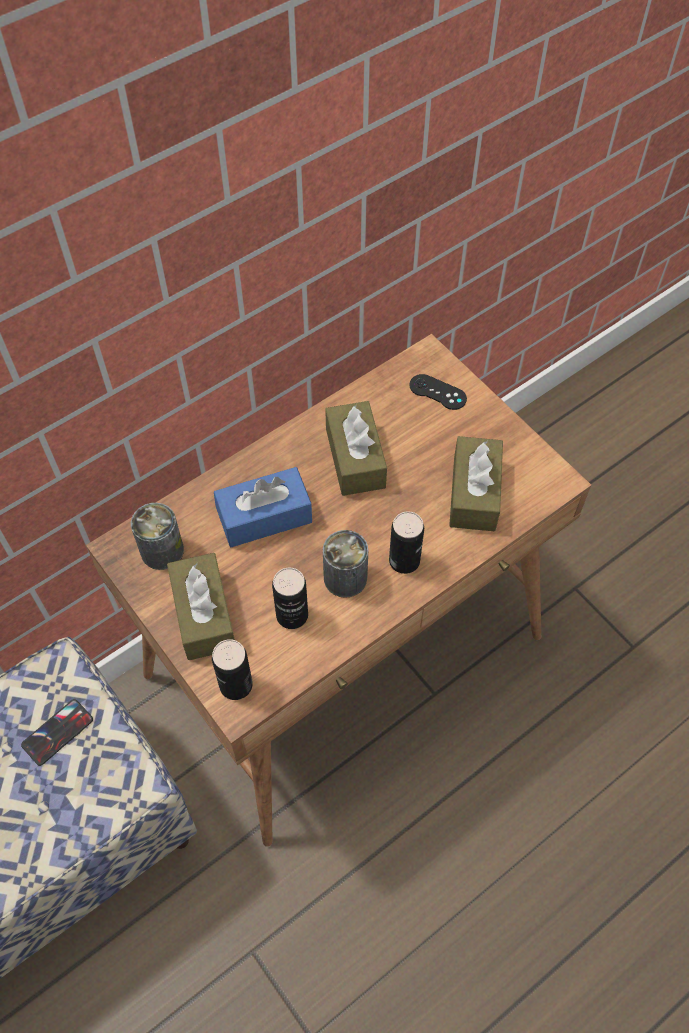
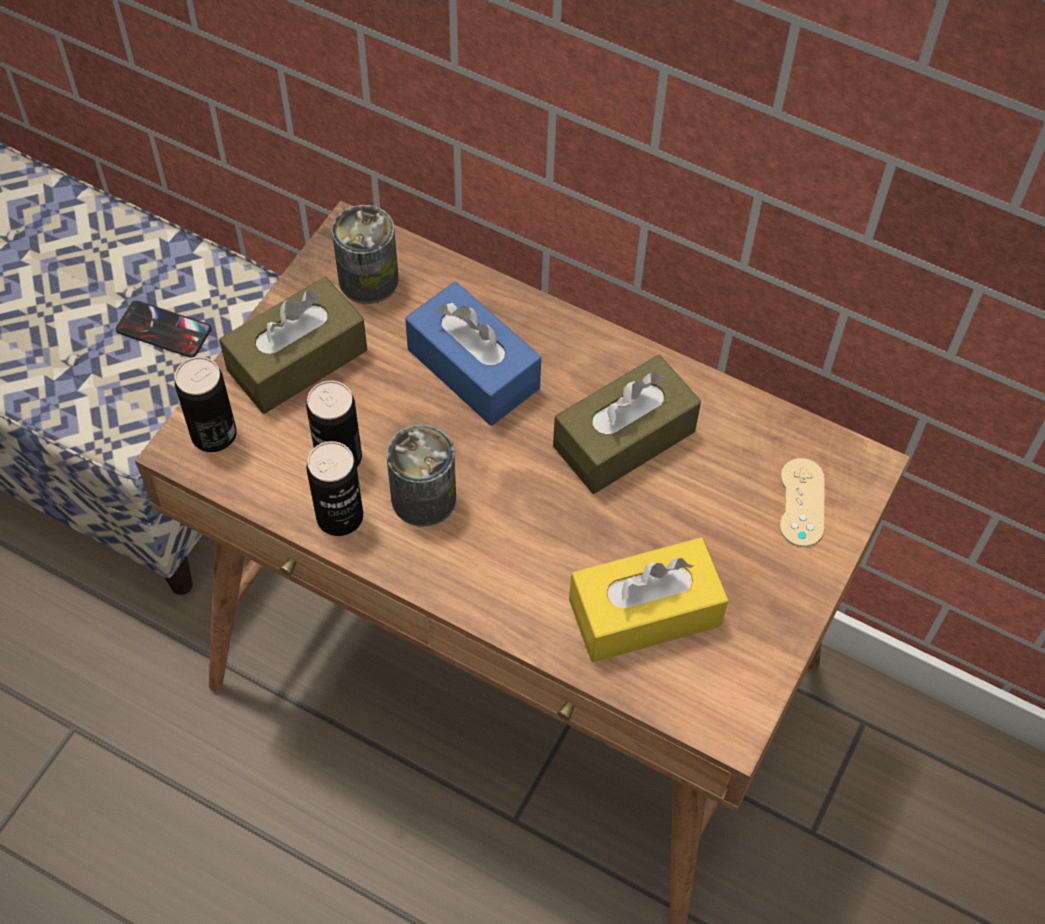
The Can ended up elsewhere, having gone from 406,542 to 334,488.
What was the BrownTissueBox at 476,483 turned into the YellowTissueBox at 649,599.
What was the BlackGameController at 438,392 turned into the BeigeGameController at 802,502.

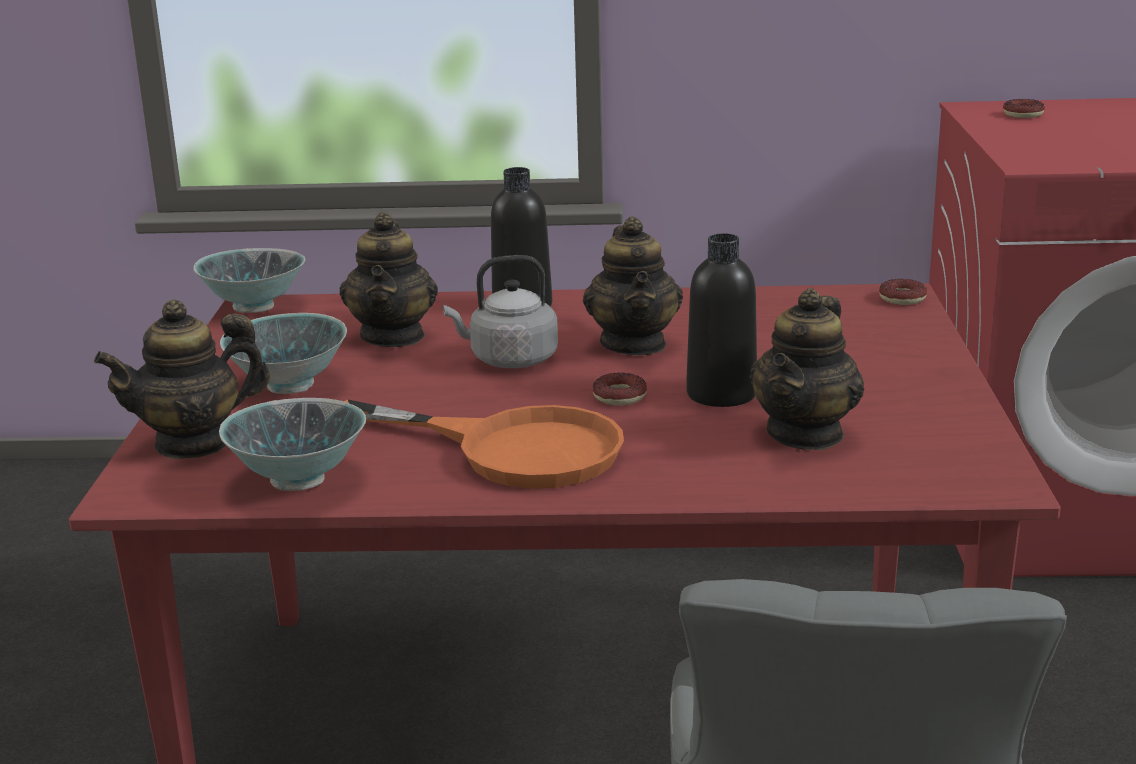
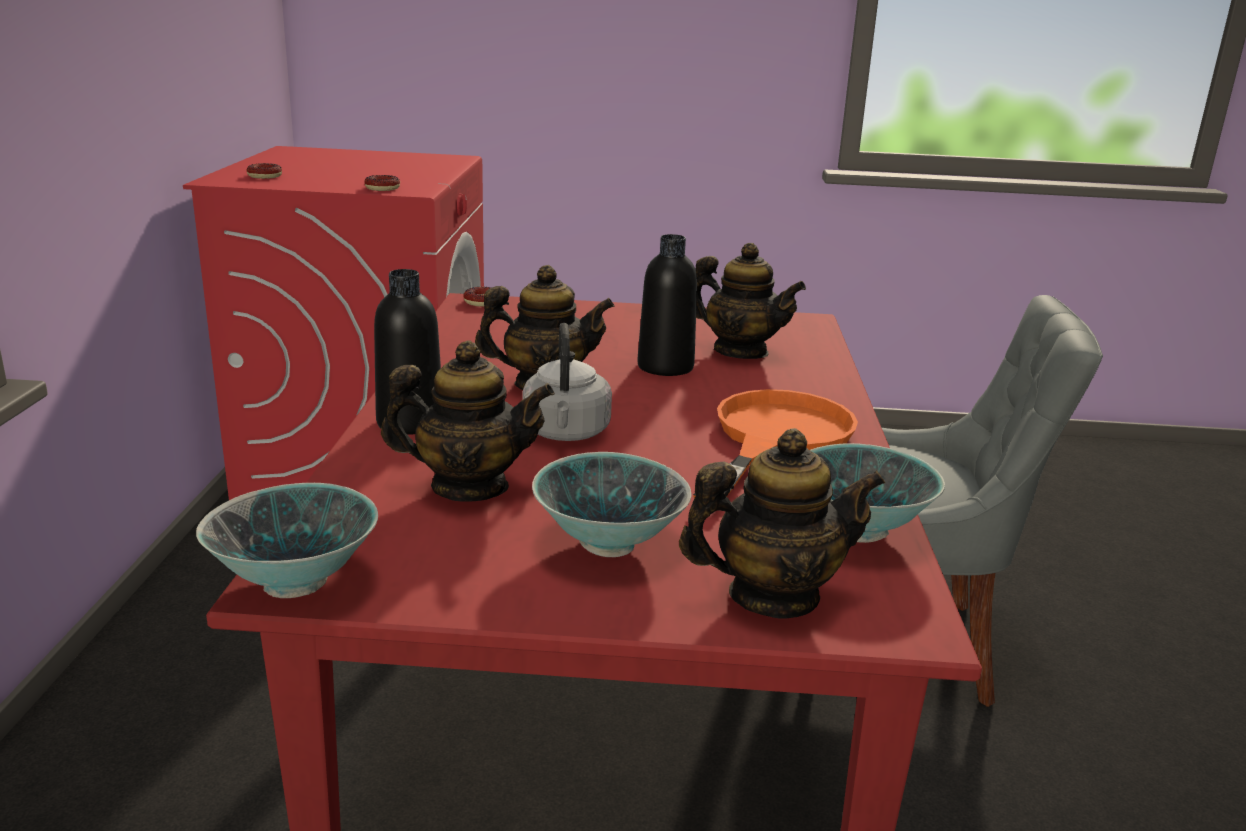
The Donut ended up elsewhere, having gone from 619,389 to 382,183.
The Teapot at 182,379 ended up facing another way, 75 degrees counterclockwise from before.

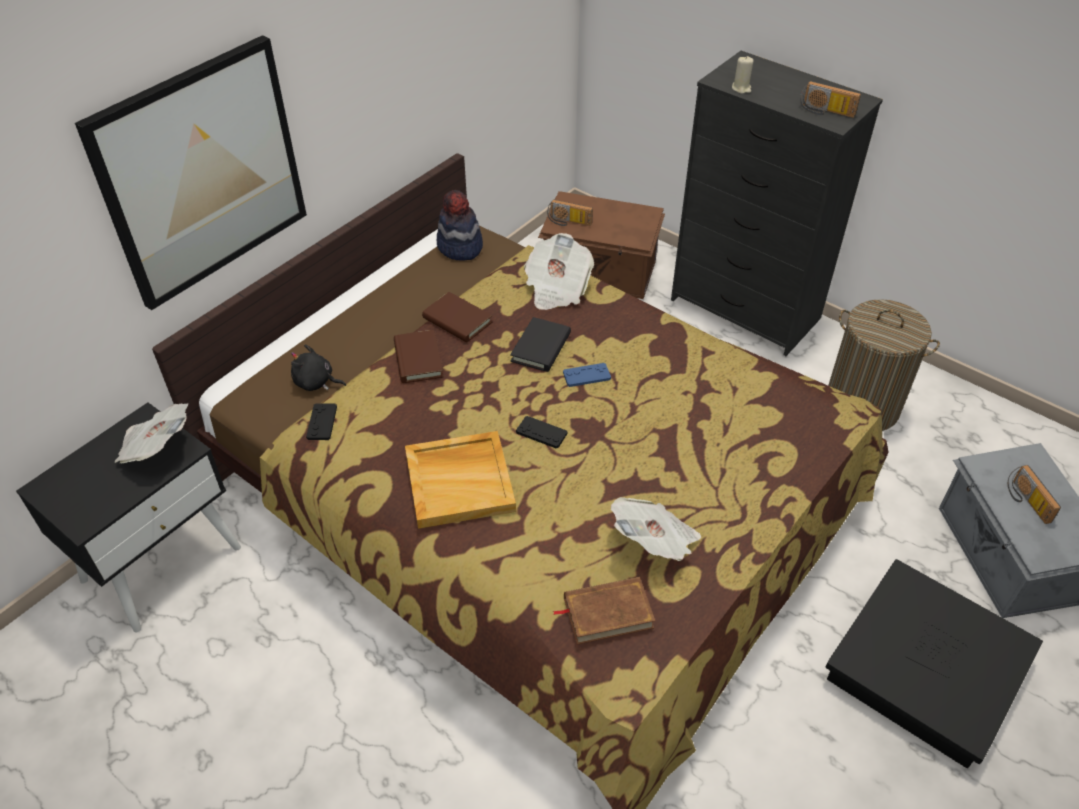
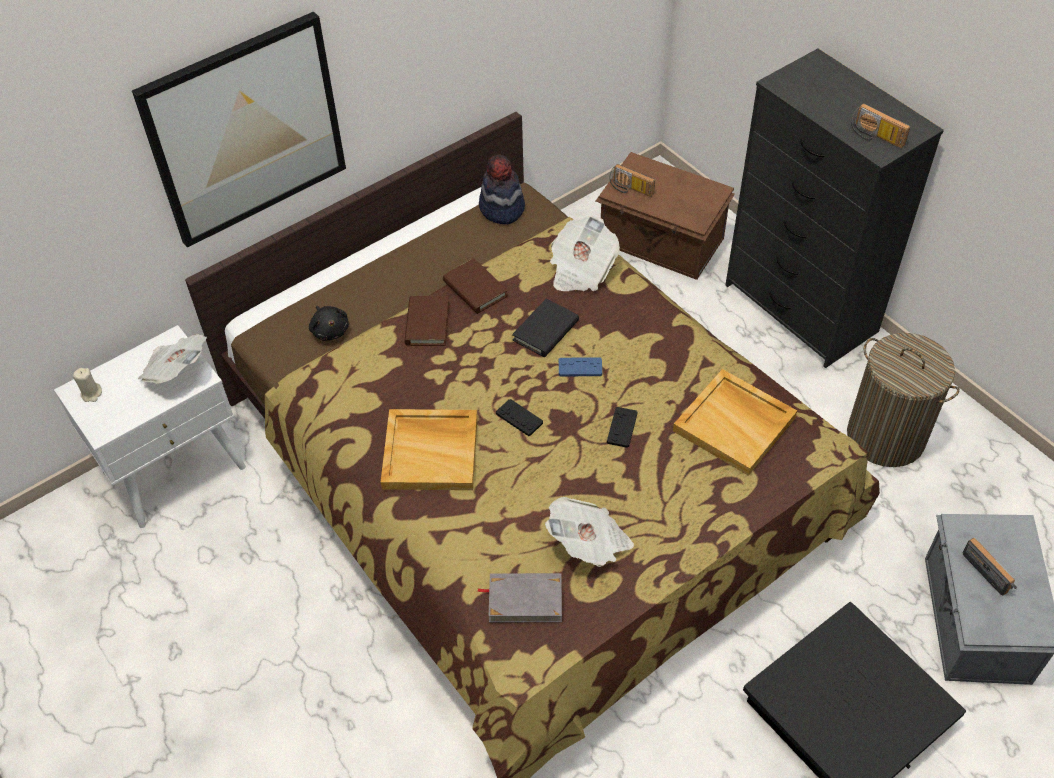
What was the BlackNightstand at 128,517 turned into the WhiteNightstand at 150,426.
The BeigeCandle ended up elsewhere, having gone from 743,75 to 87,385.
The BlackPlushToy at 318,367 ended up facing another way, 150 degrees counterclockwise from before.
What was the BrownBook at 604,611 turned into the GreyBook at 519,597.
The BlackGameController ended up elsewhere, having gone from 321,421 to 622,427.
The second view gained the BeigeTray at 735,422.
The Radio at 1034,494 ended up facing another way, 150 degrees clockwise from before.

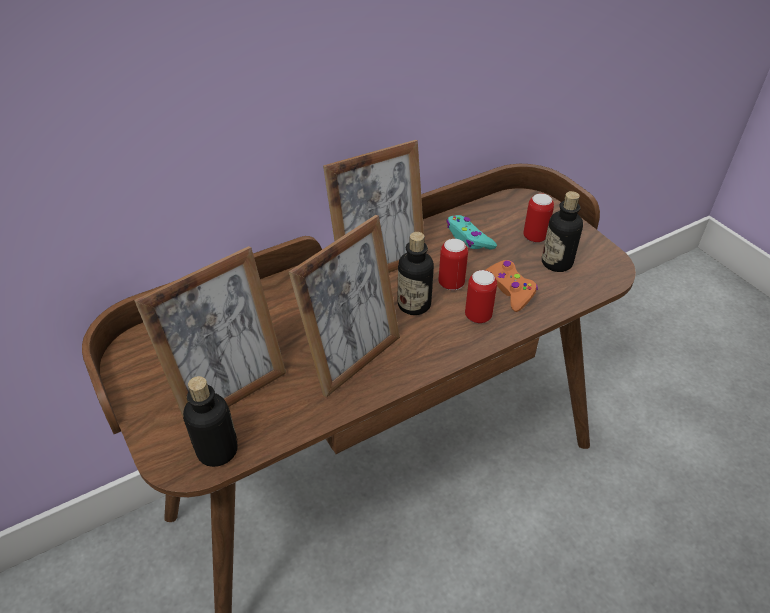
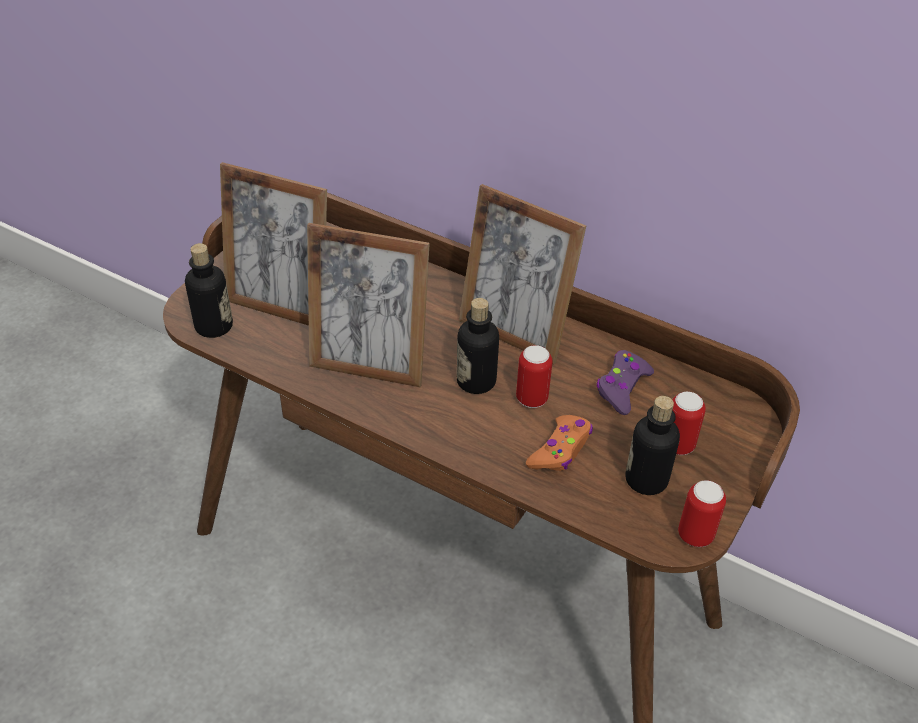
What was the TurquoiseGameController at 471,232 turned into the PurpleGameController at 625,382.
The Can ended up elsewhere, having gone from 481,296 to 702,513.

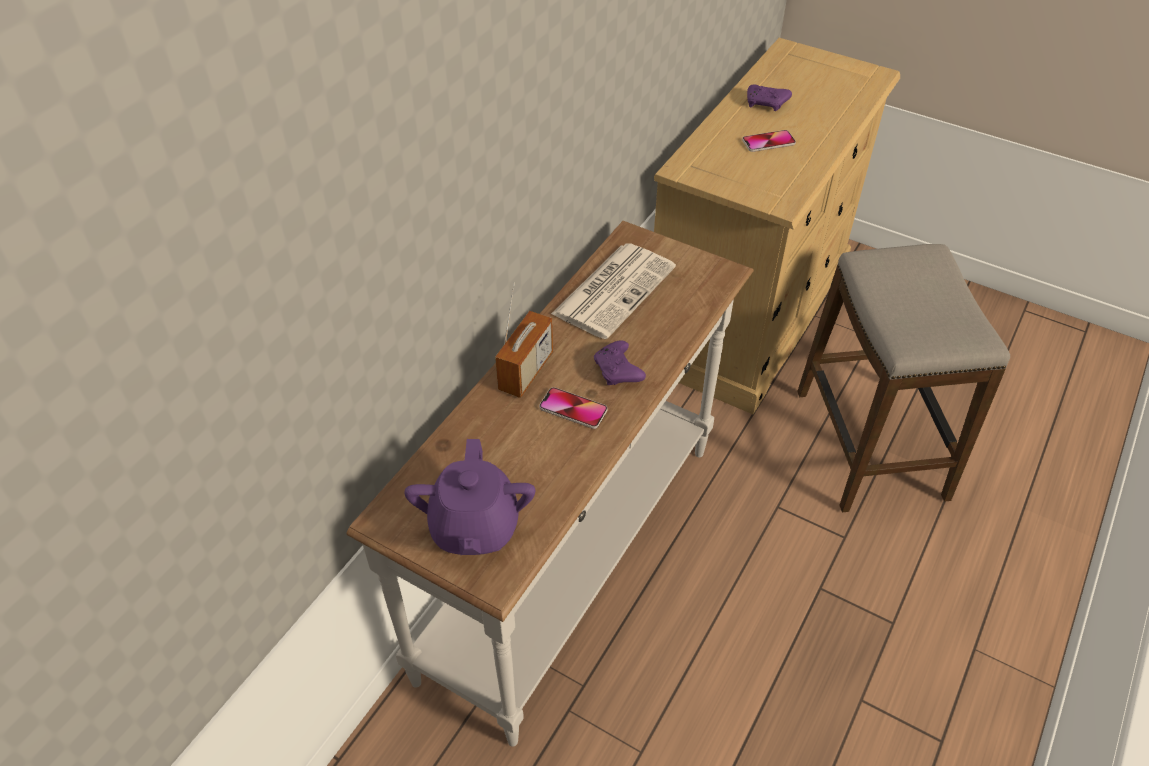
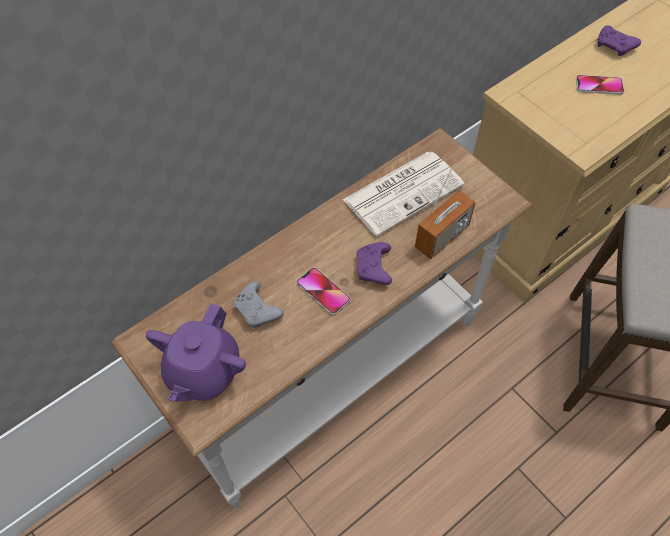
The second view gained the GreyGameController at 258,304.
The Radio ended up elsewhere, having gone from 524,340 to 445,214.

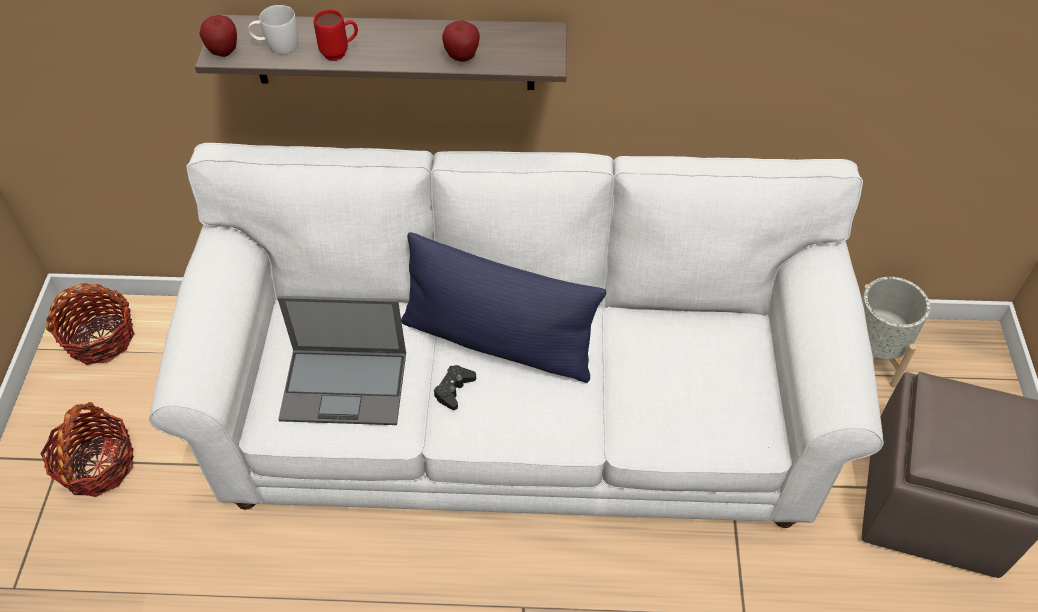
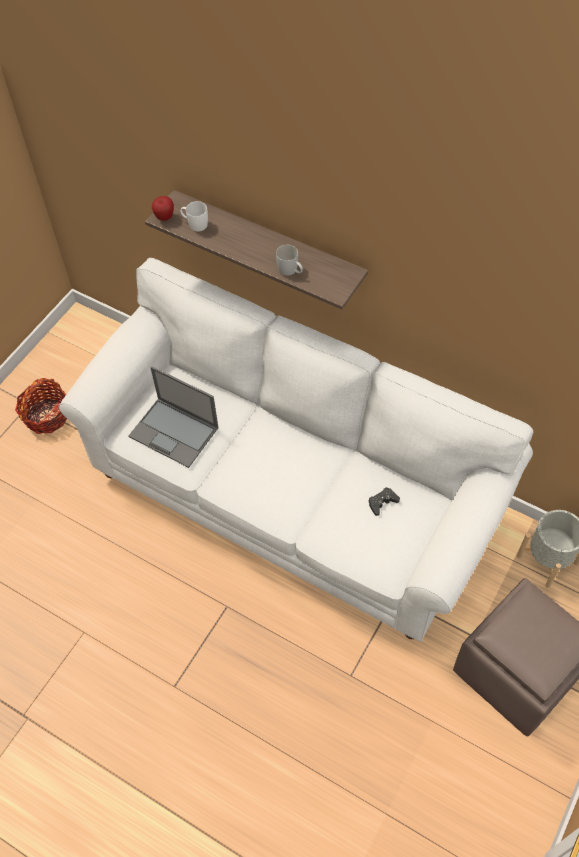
Where the Apple stood at 461,41, the WhiteMug came to stand at 289,260.
The BlackGameController ended up elsewhere, having gone from 455,387 to 384,501.
The second view lost the Basket at 90,324.
The second view lost the RedMug at 336,35.
The second view lost the BluePillow at 503,307.

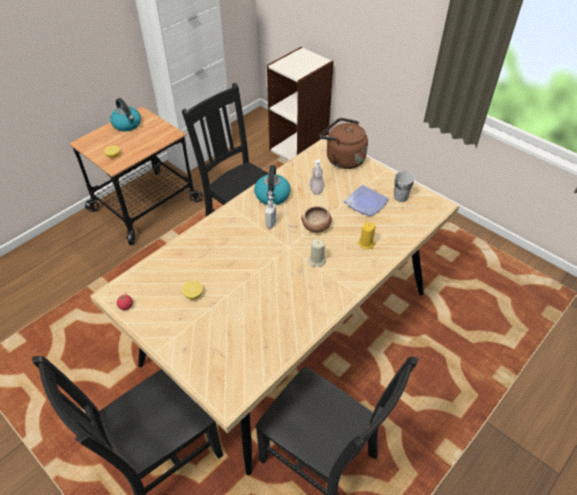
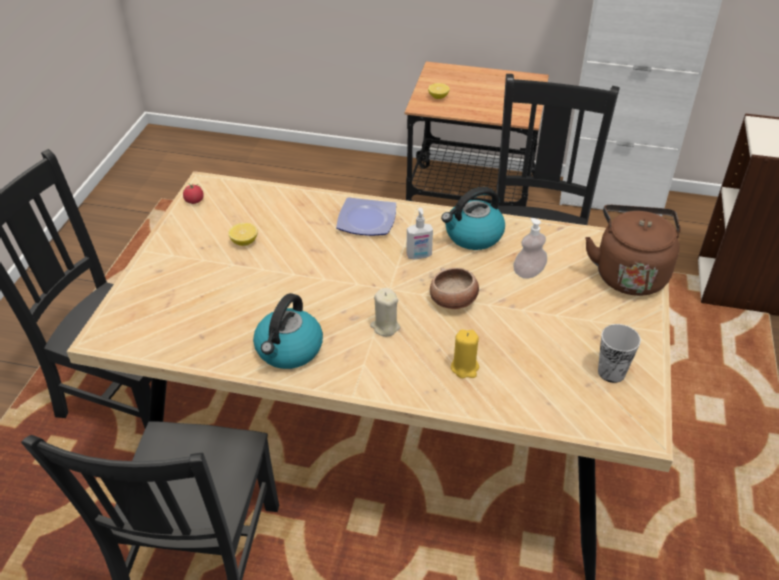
The Kettle ended up elsewhere, having gone from 125,114 to 288,331.
The Plate ended up elsewhere, having gone from 366,200 to 366,216.

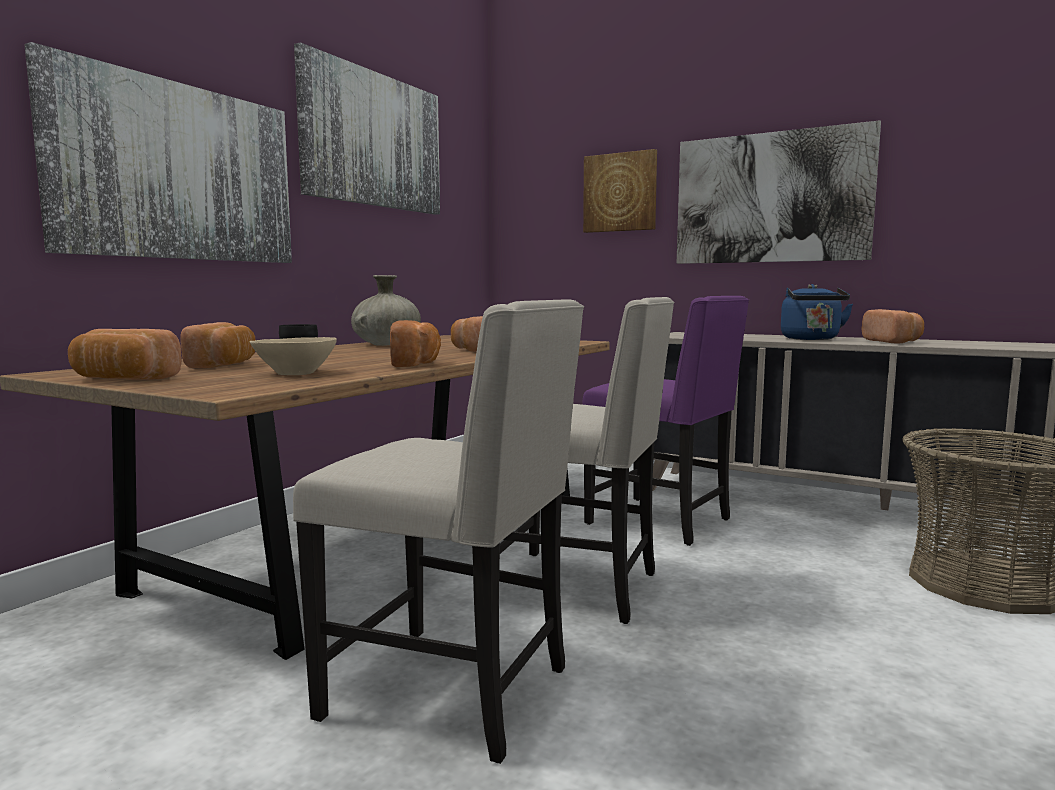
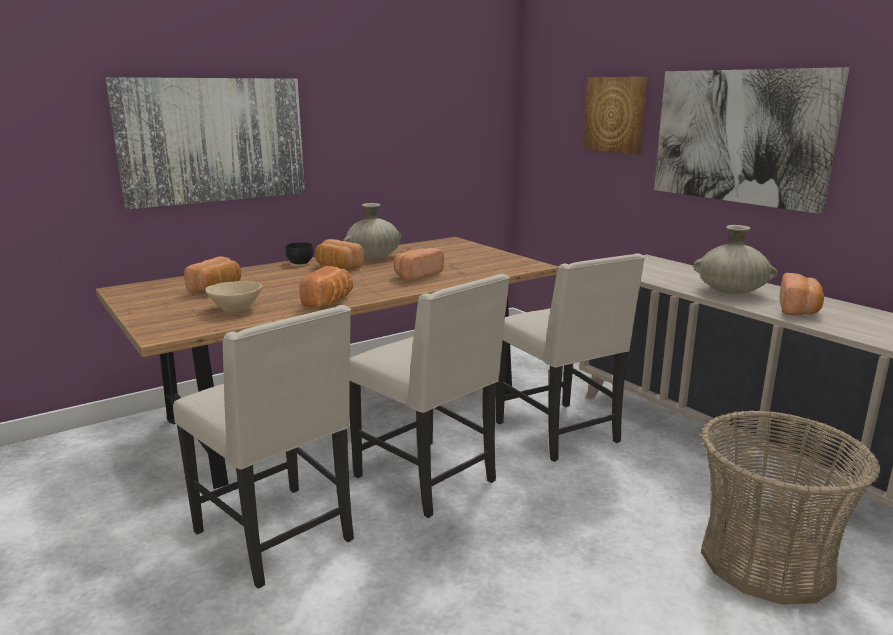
The Bread ended up elsewhere, having gone from 125,354 to 339,254.
What was the PurpleChair at 665,421 turned into the BeigeChair at 570,358.
Where the BlueKettle stood at 817,312, the BeigeVase came to stand at 735,259.
The second view lost the Picture at 367,128.

